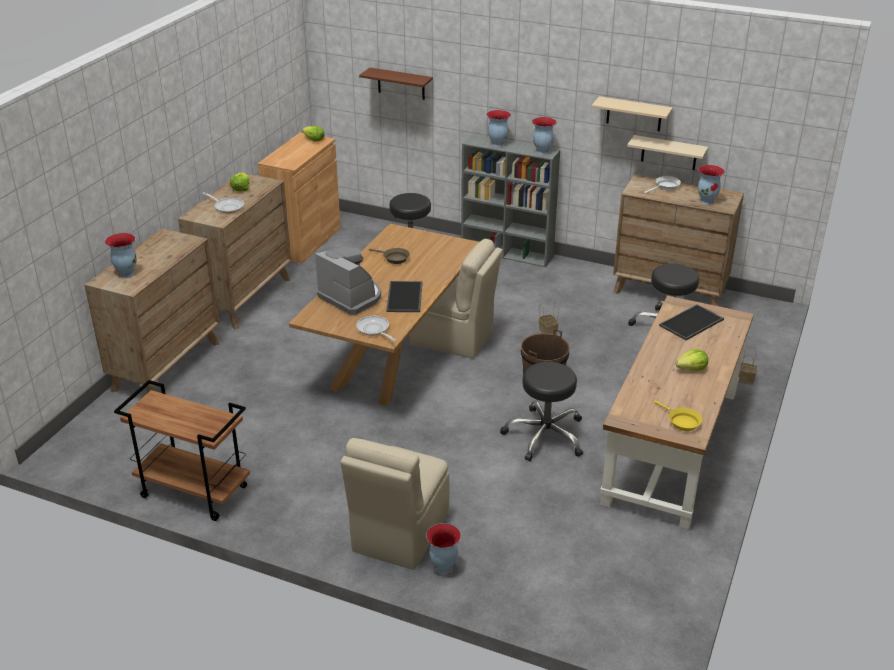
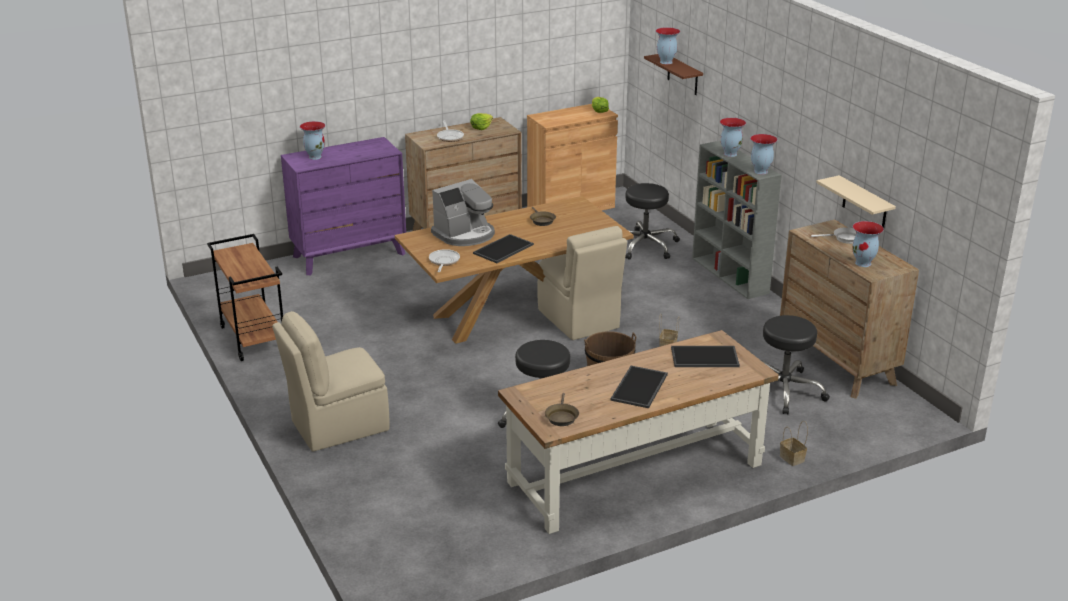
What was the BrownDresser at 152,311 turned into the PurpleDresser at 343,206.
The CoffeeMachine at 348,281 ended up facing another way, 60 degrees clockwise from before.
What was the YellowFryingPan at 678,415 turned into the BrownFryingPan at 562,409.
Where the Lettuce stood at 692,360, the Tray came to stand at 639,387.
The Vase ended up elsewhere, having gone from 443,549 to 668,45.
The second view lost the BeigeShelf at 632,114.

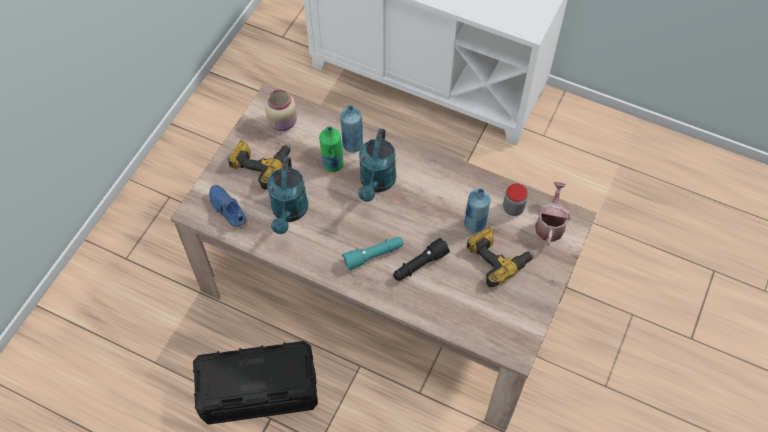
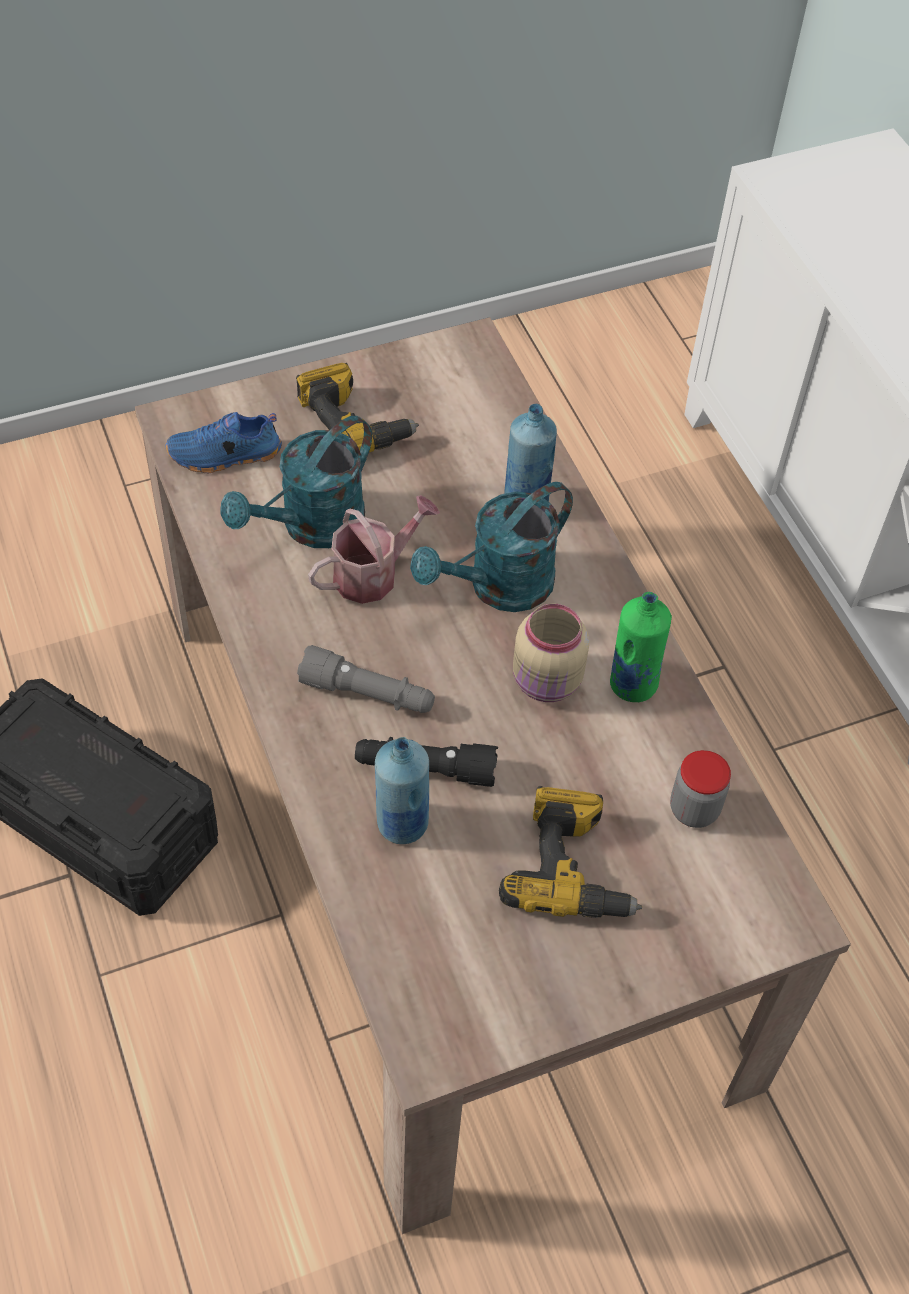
The BlueShoe at 228,207 ended up facing another way, 105 degrees counterclockwise from before.
What was the TurquoiseFlashlight at 373,253 turned into the GreyFlashlight at 366,679.
The WateringCan ended up elsewhere, having gone from 553,214 to 374,549.
The BlueBottle ended up elsewhere, having gone from 477,211 to 402,790.
The BeigeJar ended up elsewhere, having gone from 281,110 to 551,653.
The GreenBottle ended up elsewhere, having gone from 331,149 to 641,647.

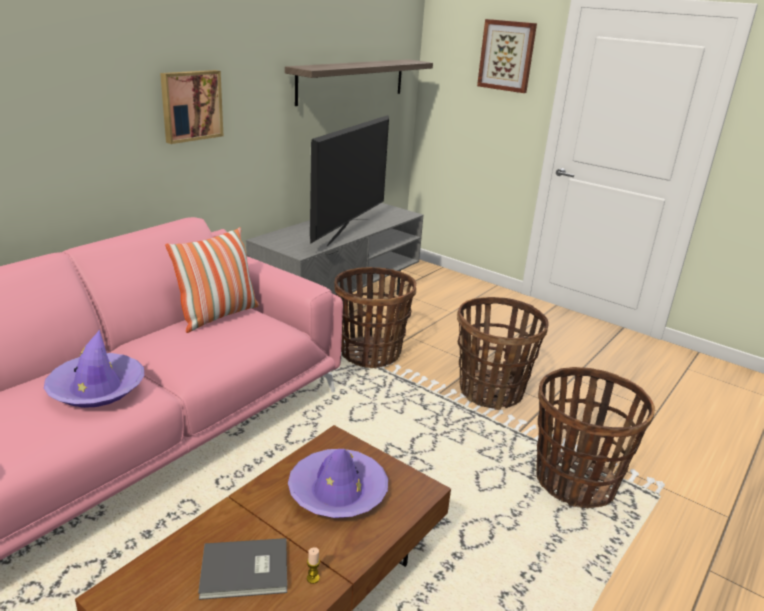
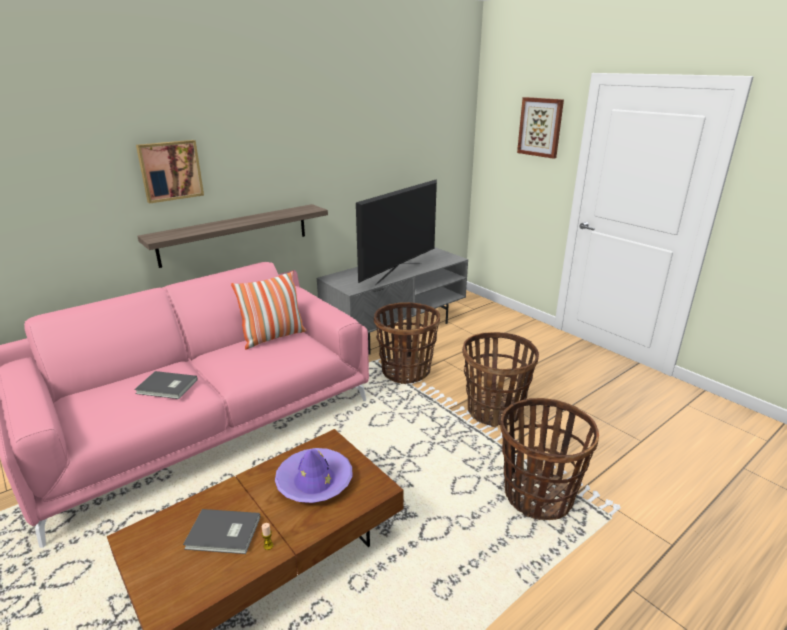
Where the PurpleHat stood at 94,369, the GreyBook came to stand at 166,385.
The Picture ended up elsewhere, having gone from 191,107 to 170,171.
The Shelf ended up elsewhere, having gone from 359,82 to 232,236.

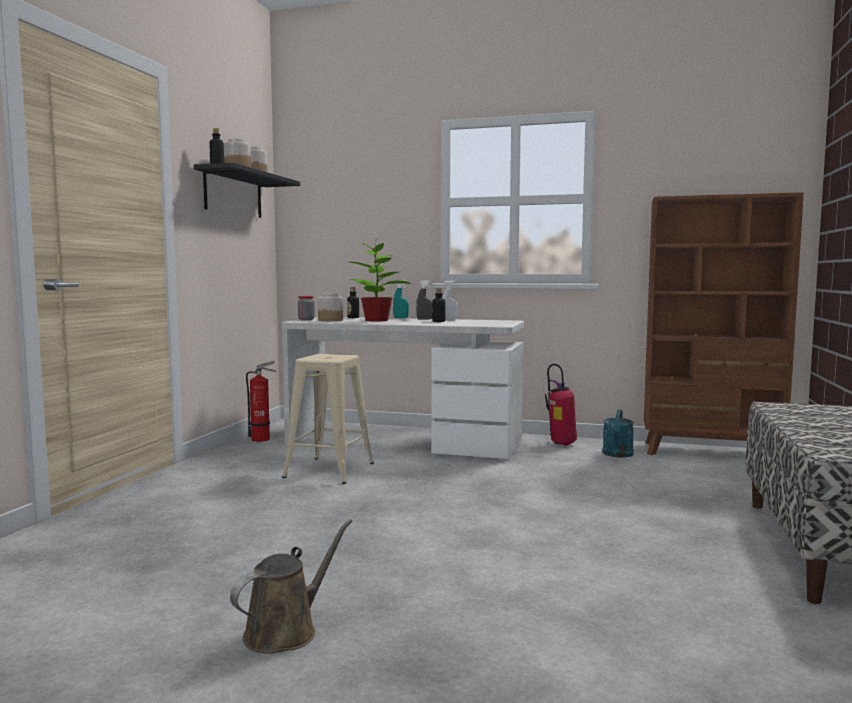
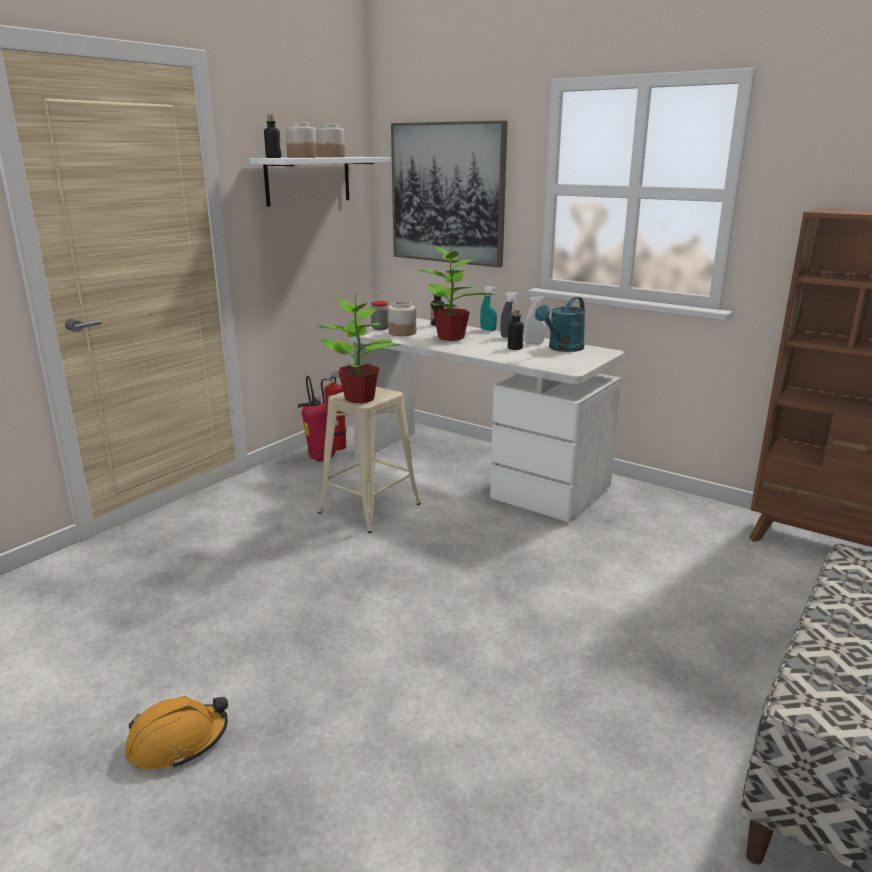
Where the BrownWateringCan stood at 291,586, the OrangeHardHat came to stand at 176,733.
What was the BlackShelf at 247,190 turned into the WhiteShelf at 320,182.
The FireExtinguisher ended up elsewhere, having gone from 561,405 to 317,418.
The second view gained the PottedPlant at 359,348.
The second view gained the Picture at 449,194.
The TurquoiseWateringCan ended up elsewhere, having gone from 618,433 to 560,324.

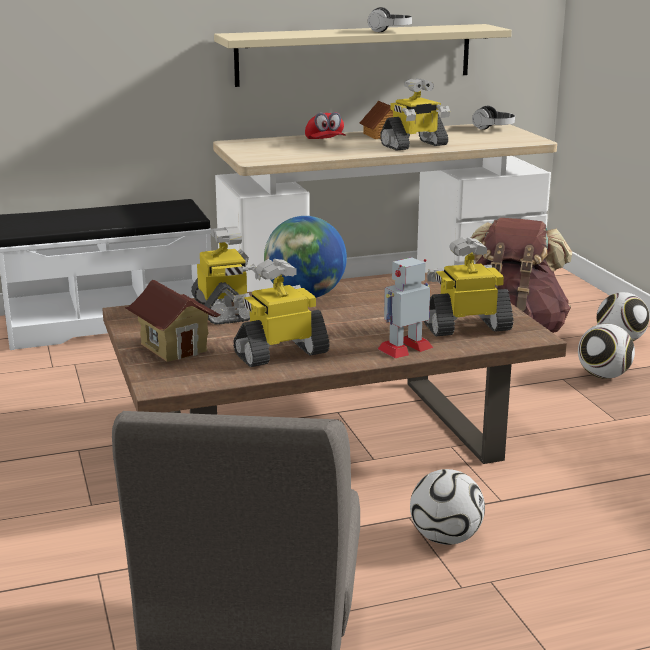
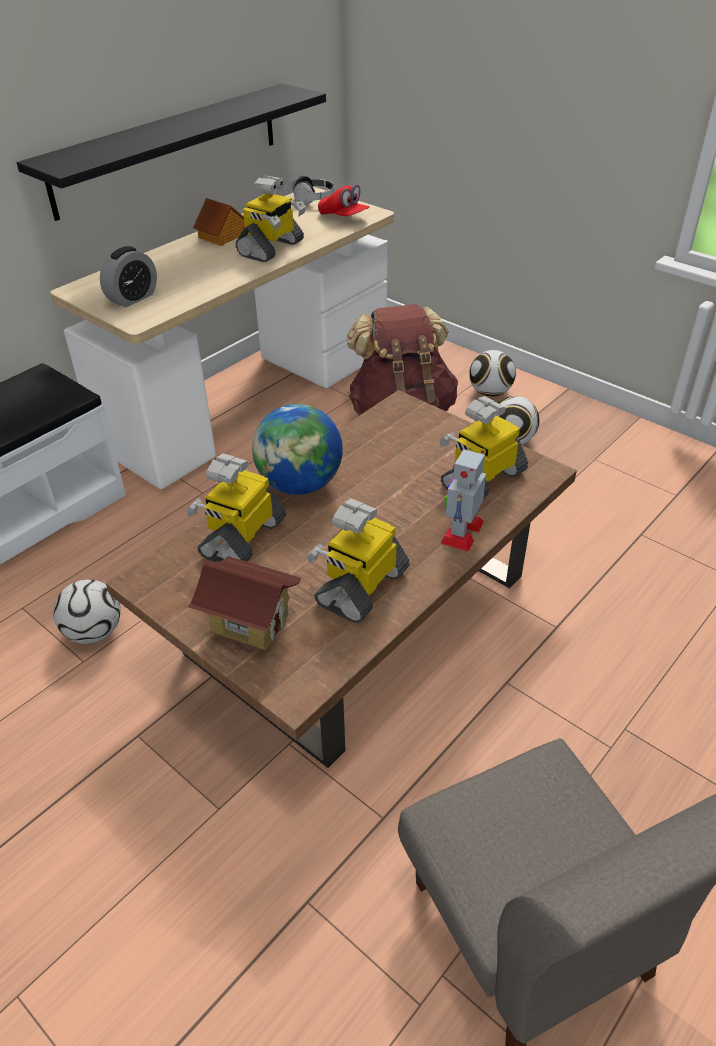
What was the BeigeShelf at 363,55 turned into the BlackShelf at 171,152.
The Football ended up elsewhere, having gone from 447,507 to 87,611.
The second view gained the AlarmClock at 128,276.
The ToyRobot at 226,275 ended up facing another way, 105 degrees counterclockwise from before.
The RedCap ended up elsewhere, having gone from 325,125 to 344,200.
The second view lost the Headphones at 389,19.

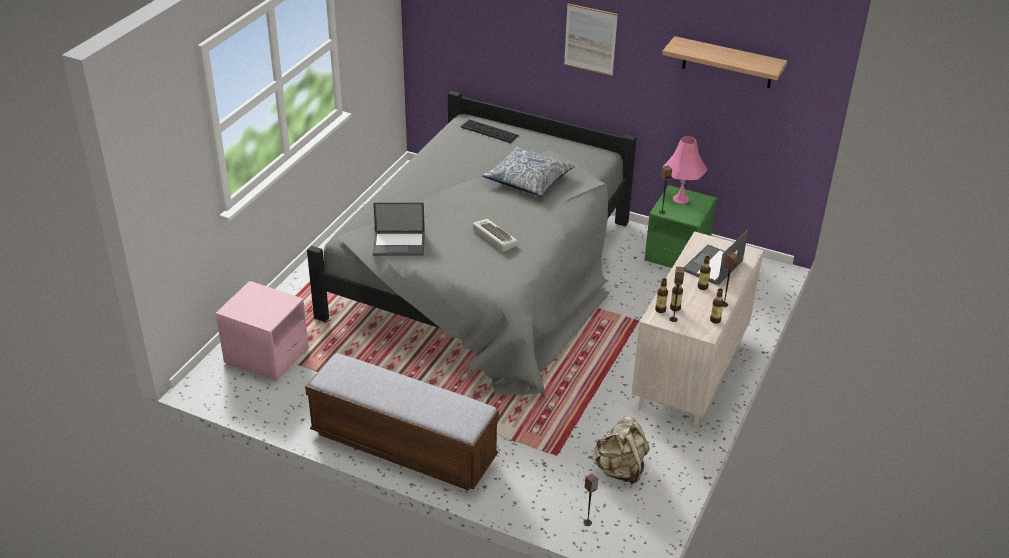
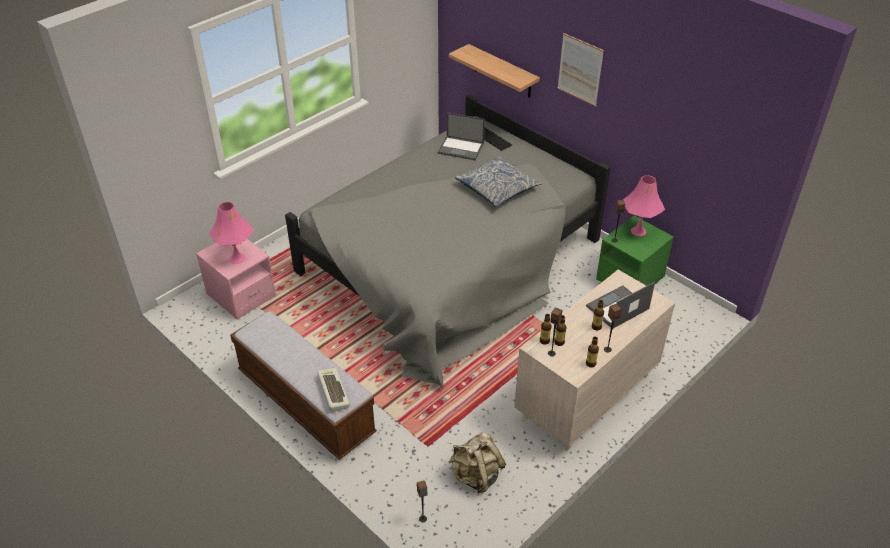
The second view gained the PinkTableLamp at 231,233.
The Keyboard ended up elsewhere, having gone from 495,235 to 333,390.
The Laptop ended up elsewhere, having gone from 399,229 to 461,136.
The Shelf ended up elsewhere, having gone from 724,62 to 494,71.

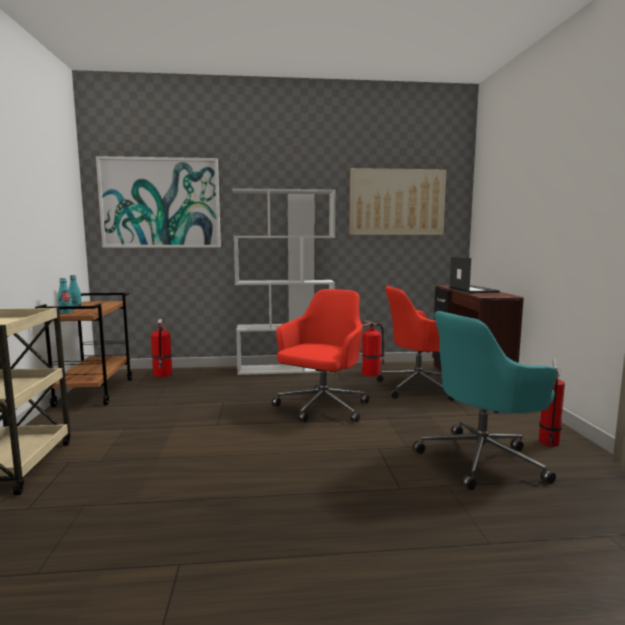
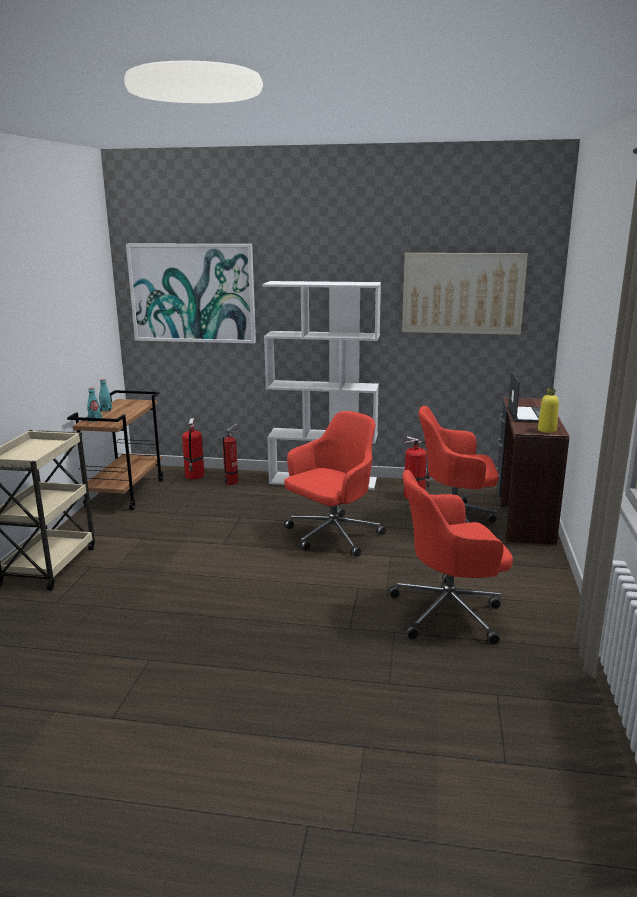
The FireExtinguisher ended up elsewhere, having gone from 552,402 to 230,454.
What was the TurquoiseOfficeChair at 484,400 turned into the RedOfficeChair at 451,557.
The second view gained the YellowBottle at 548,410.

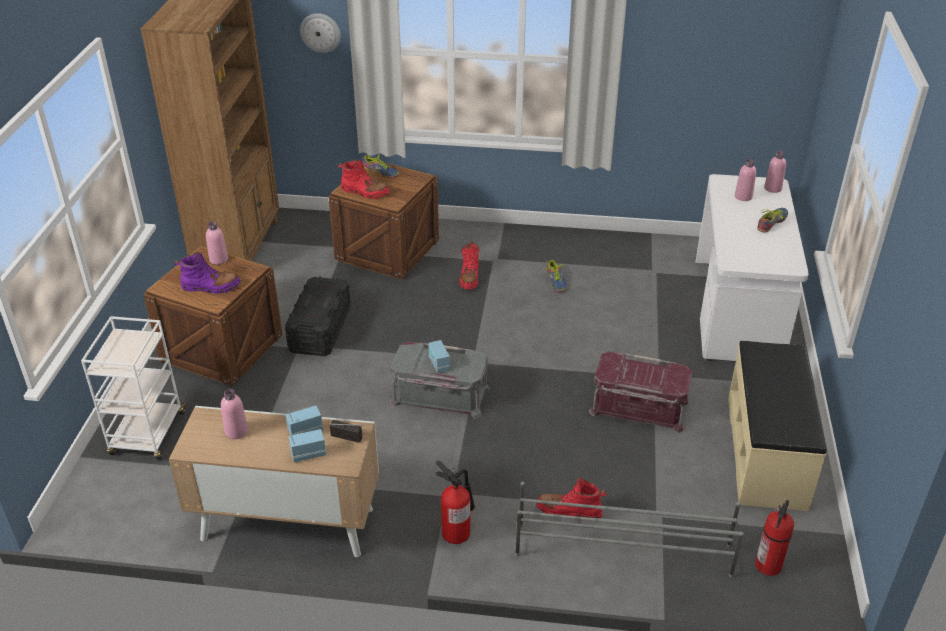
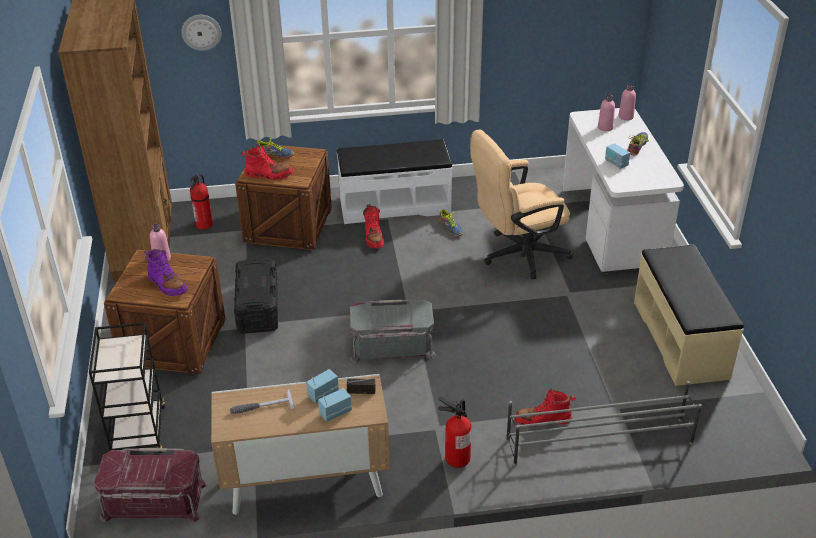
What was the WhiteCart at 133,388 turned into the BlackCart at 127,387.
The RedStorageBox ended up elsewhere, having gone from 640,392 to 150,485.
The PurpleBoot at 207,272 ended up facing another way, 60 degrees clockwise from before.
The FireExtinguisher ended up elsewhere, having gone from 774,538 to 201,202.
Where the PinkBottle stood at 234,414, the Hammer came to stand at 262,401.
The second view gained the WhiteBench at 394,181.
The second view gained the BeigeOfficeChair at 521,204.
The Radio ended up elsewhere, having gone from 439,356 to 617,156.

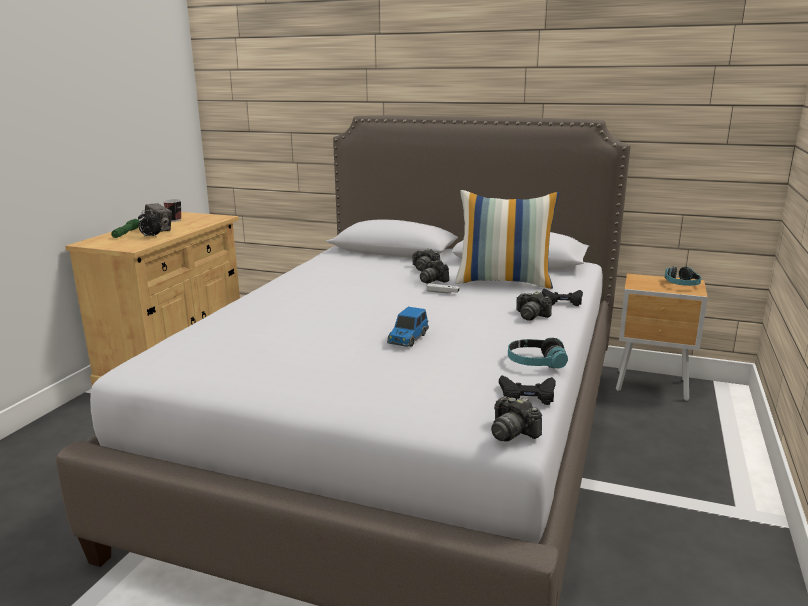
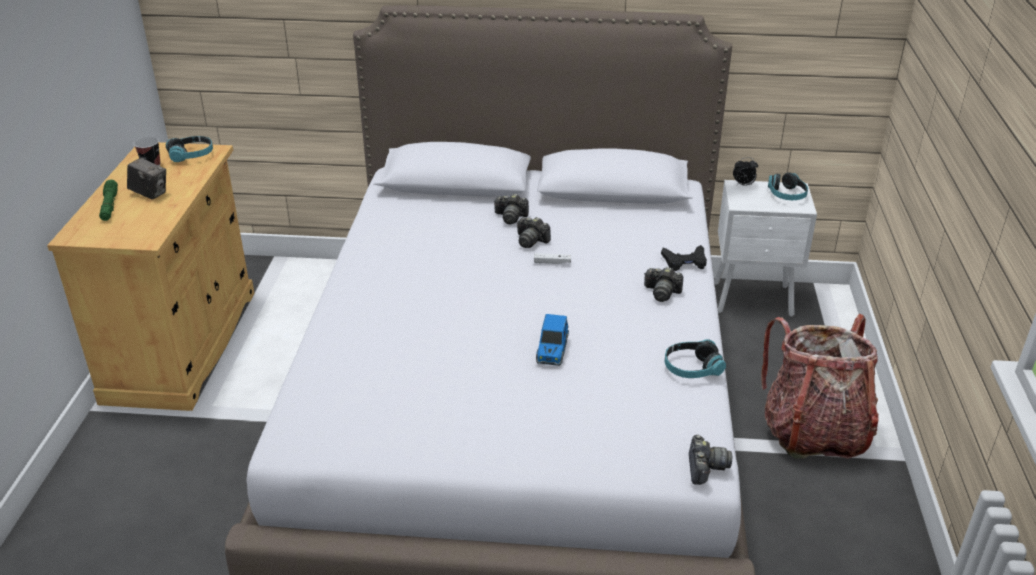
The second view gained the Headphones at 189,149.
The PhotoCamera at 516,419 ended up facing another way, 120 degrees counterclockwise from before.
What was the BrownNightstand at 662,337 turned into the WhiteNightstand at 765,248.
The AlarmClock ended up elsewhere, having gone from 149,223 to 745,171.
The second view gained the Backpack at 820,386.
The second view lost the Pillow at 507,239.
The second view lost the BlackGameController at 527,390.

